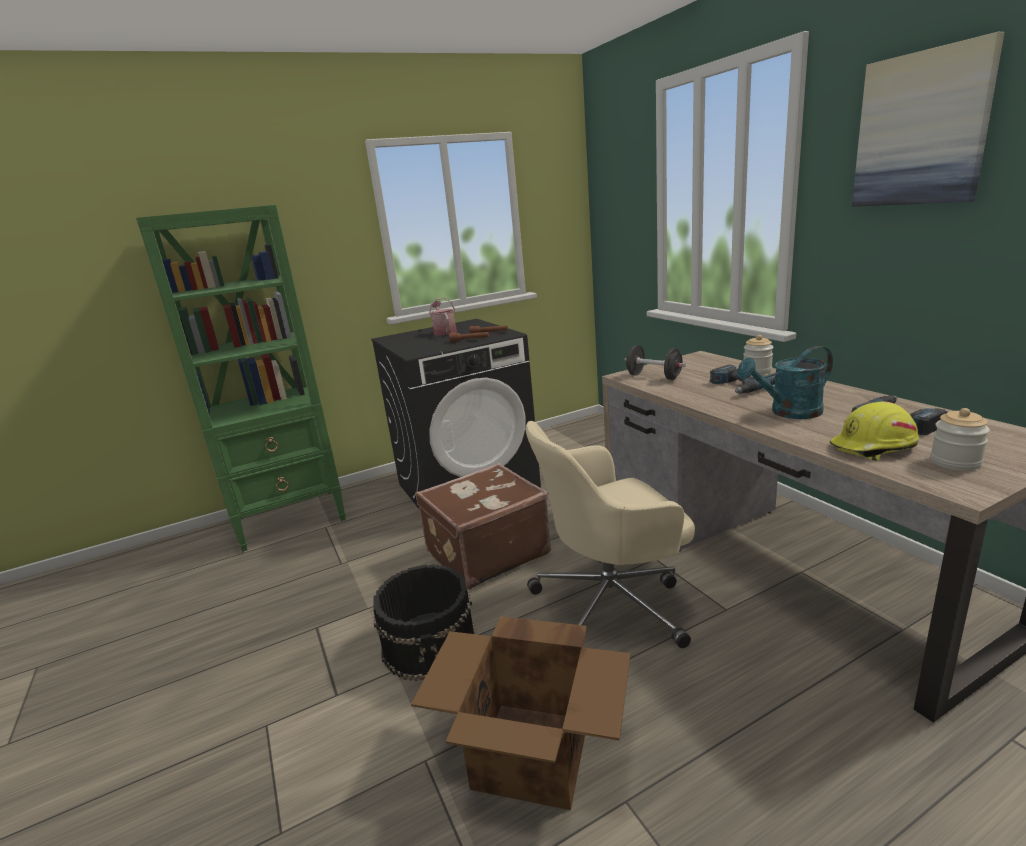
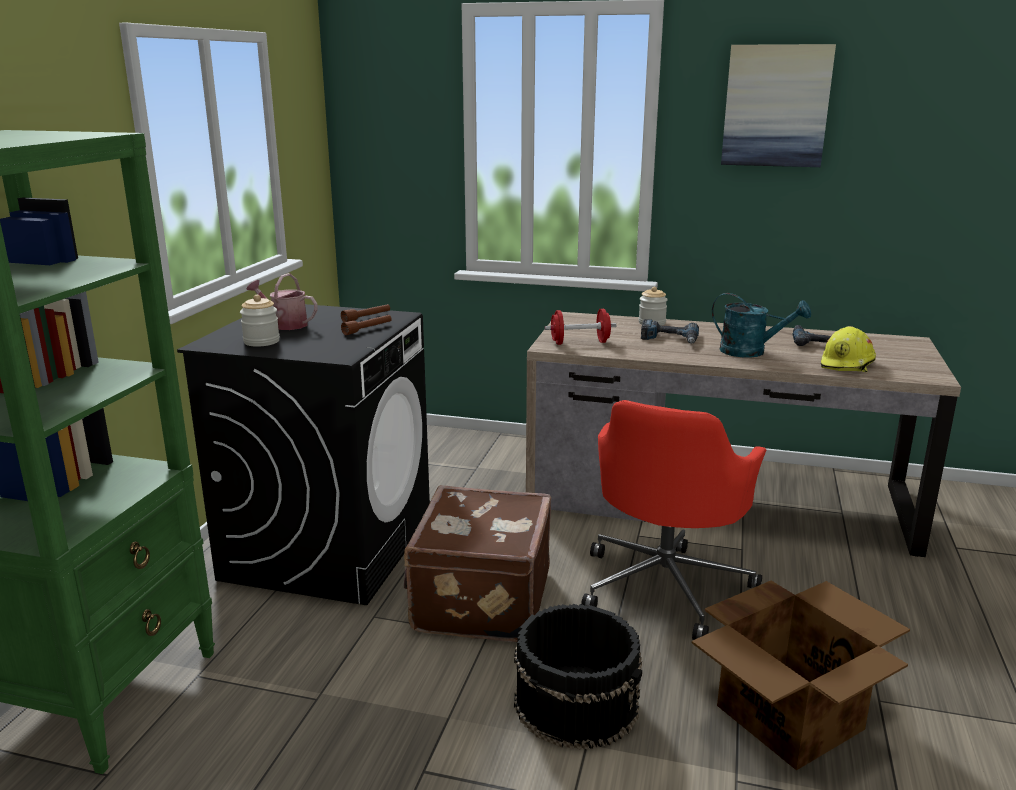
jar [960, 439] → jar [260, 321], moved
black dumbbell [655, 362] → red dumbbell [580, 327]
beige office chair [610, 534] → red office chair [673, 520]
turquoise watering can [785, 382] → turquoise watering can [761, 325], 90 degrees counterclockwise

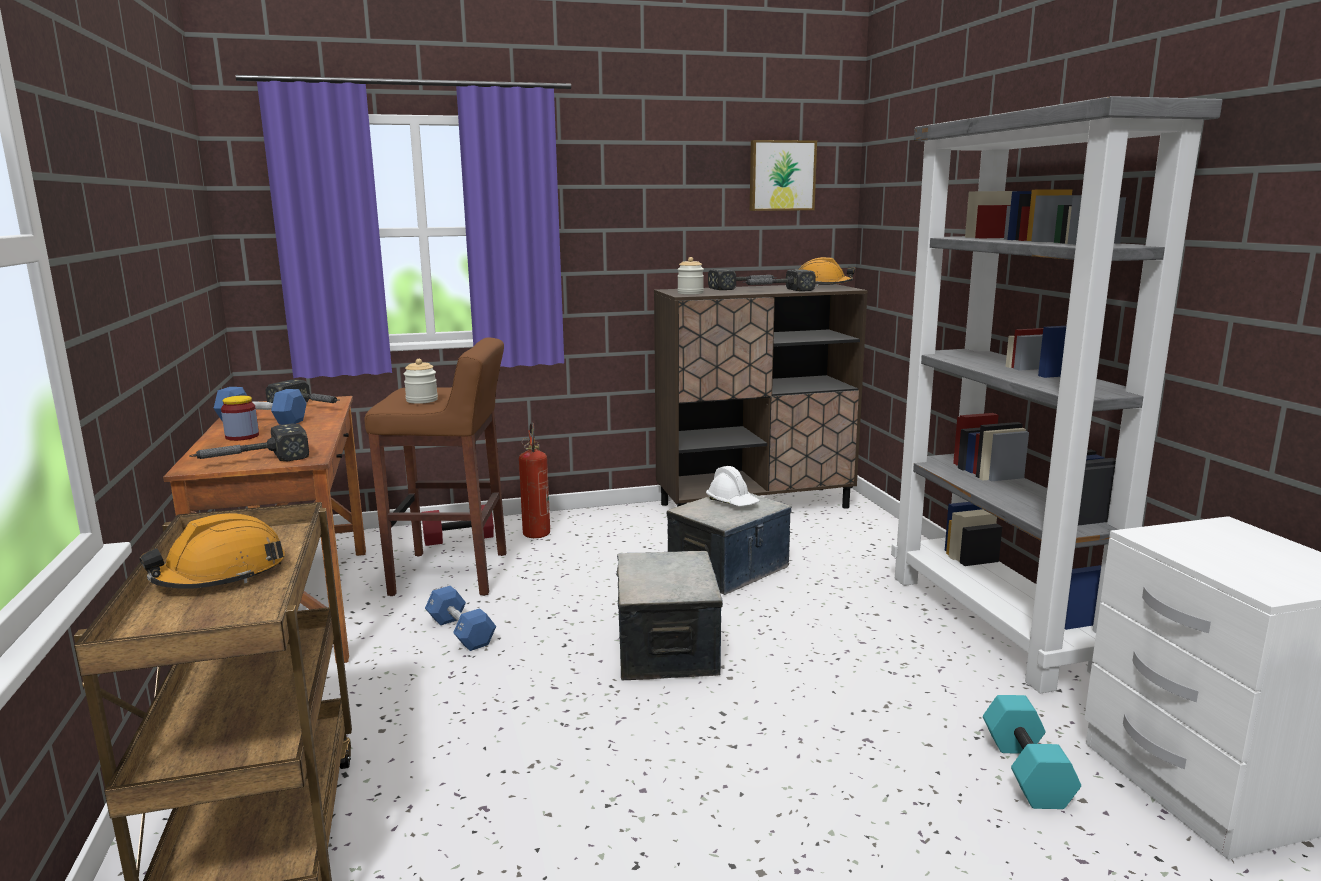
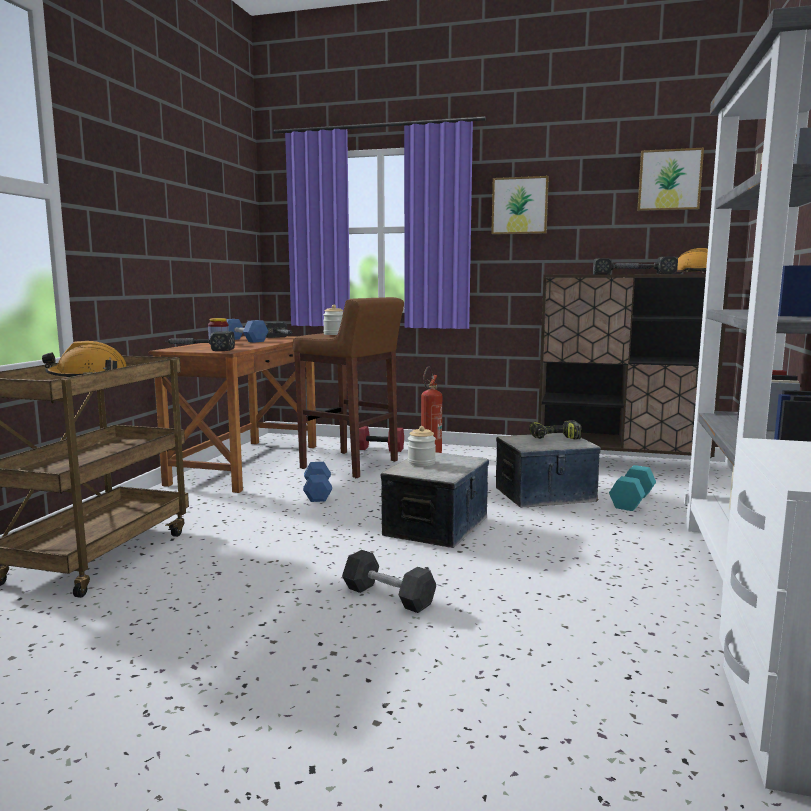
- → black dumbbell [389, 581]
jar [690, 276] → jar [422, 446], moved
- → picture [520, 205]
white hard hat [733, 486] → power drill [555, 429]
turquoise dumbbell [1032, 752] → turquoise dumbbell [632, 488], moved

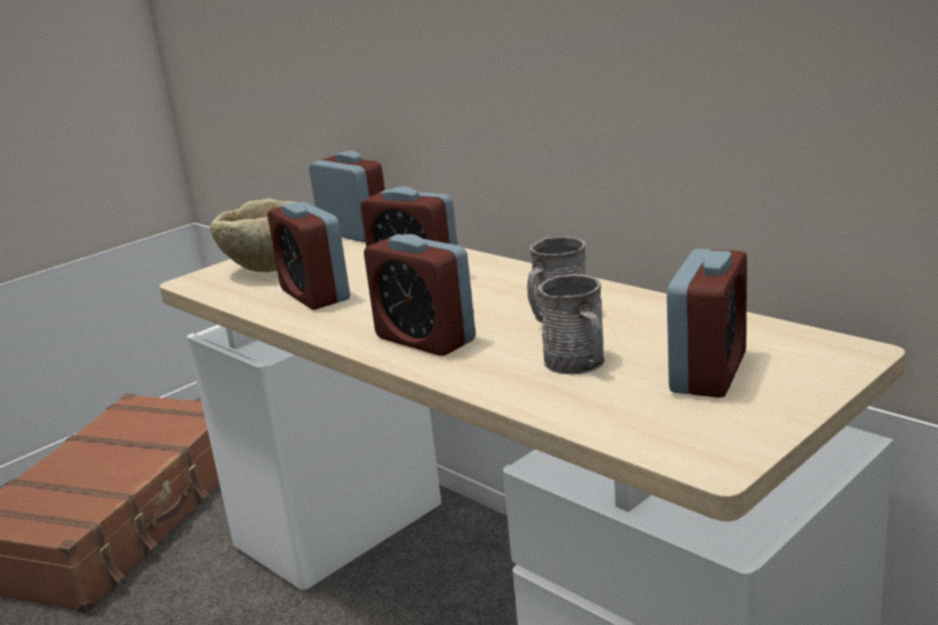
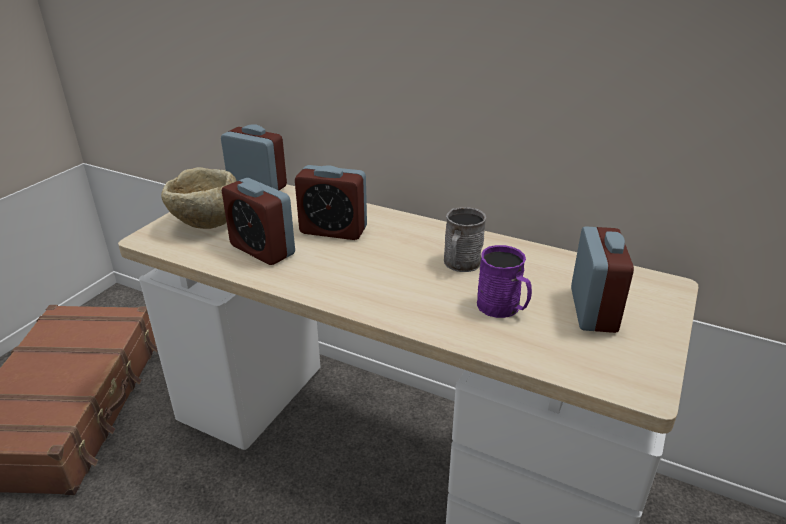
grey mug [571, 324] → purple mug [504, 281]
alarm clock [420, 295] → -

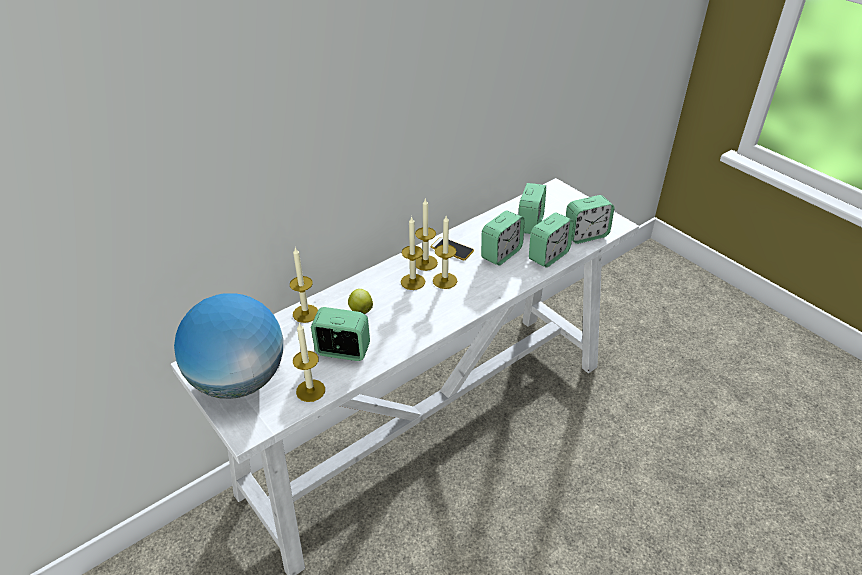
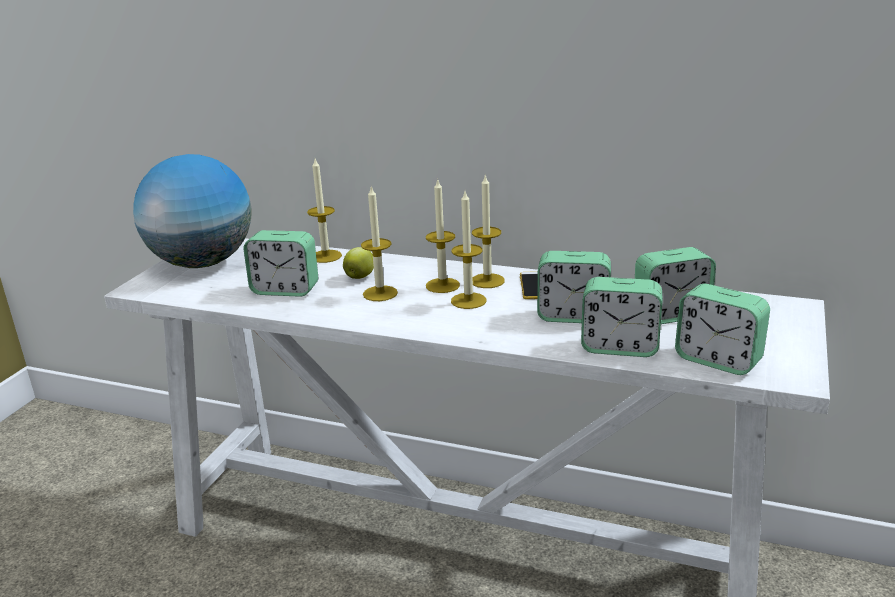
alarm clock [340, 334] → alarm clock [280, 263], 120 degrees clockwise
candle [309, 362] → candle [379, 243], moved

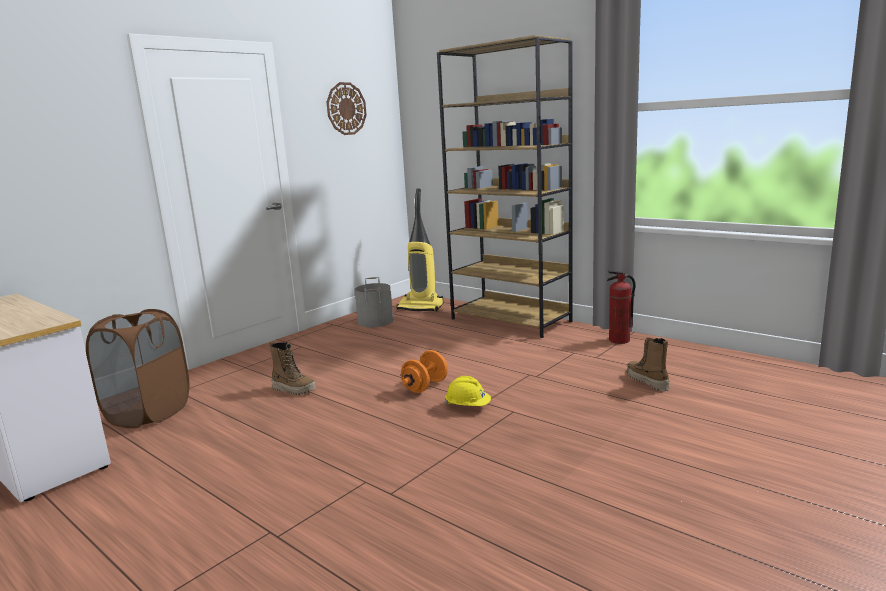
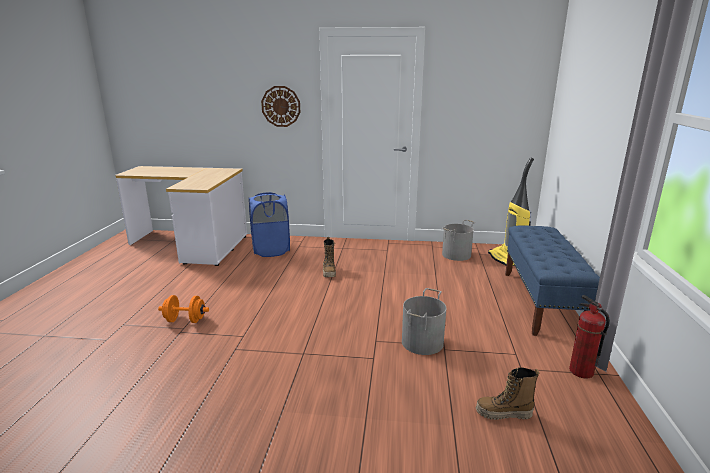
orange dumbbell [424, 371] → orange dumbbell [183, 309], moved
brown laundry basket [137, 368] → blue laundry basket [269, 224]
wall clock [347, 108] → wall clock [280, 106], moved
- → grey bucket [424, 321]
boot [648, 364] → boot [507, 393], 120 degrees counterclockwise
brown bookcase [504, 186] → blue bench [552, 280]
yellow hard hat [468, 391] → -

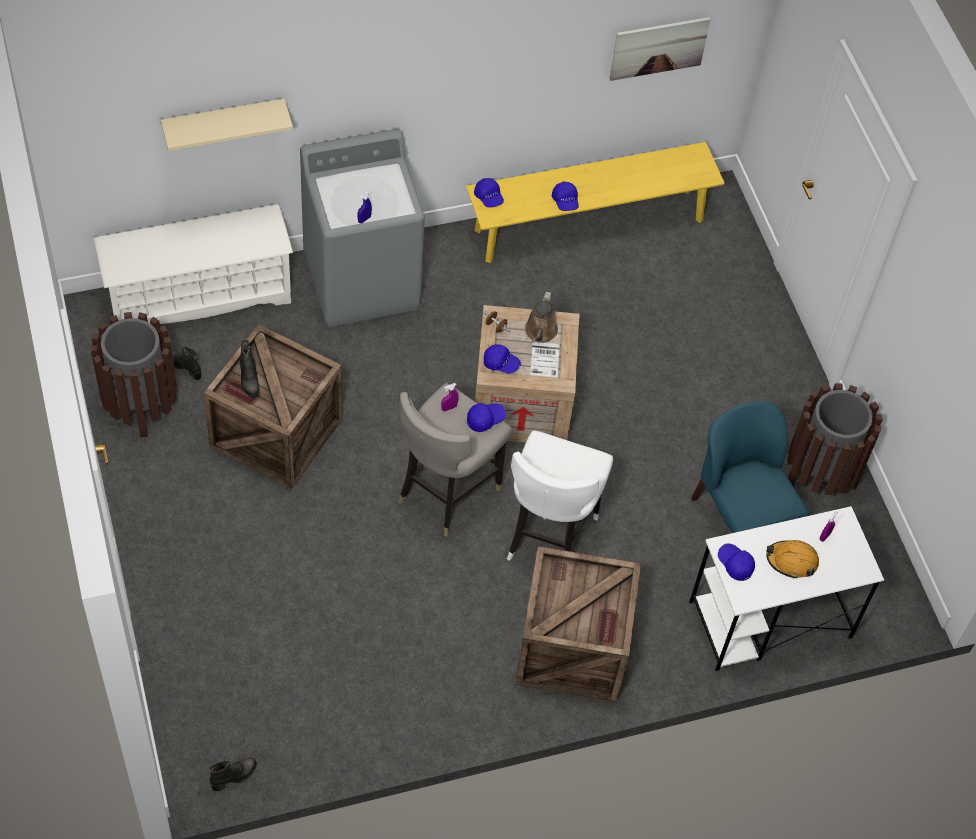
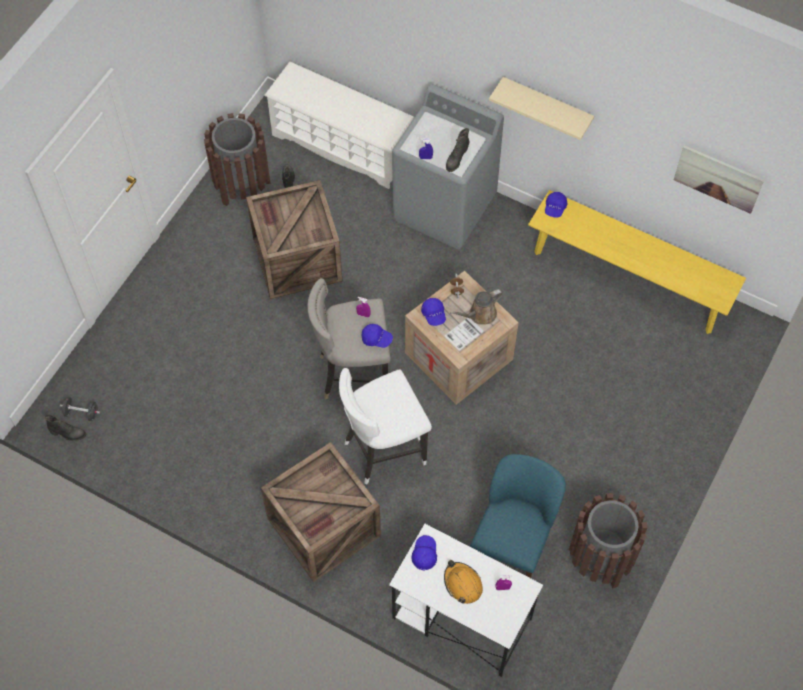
- → black dumbbell [80, 409]
black boot [250, 368] → black boot [457, 150], moved
beige shelf [227, 125] → beige shelf [541, 108], moved
blue cap [565, 196] → -

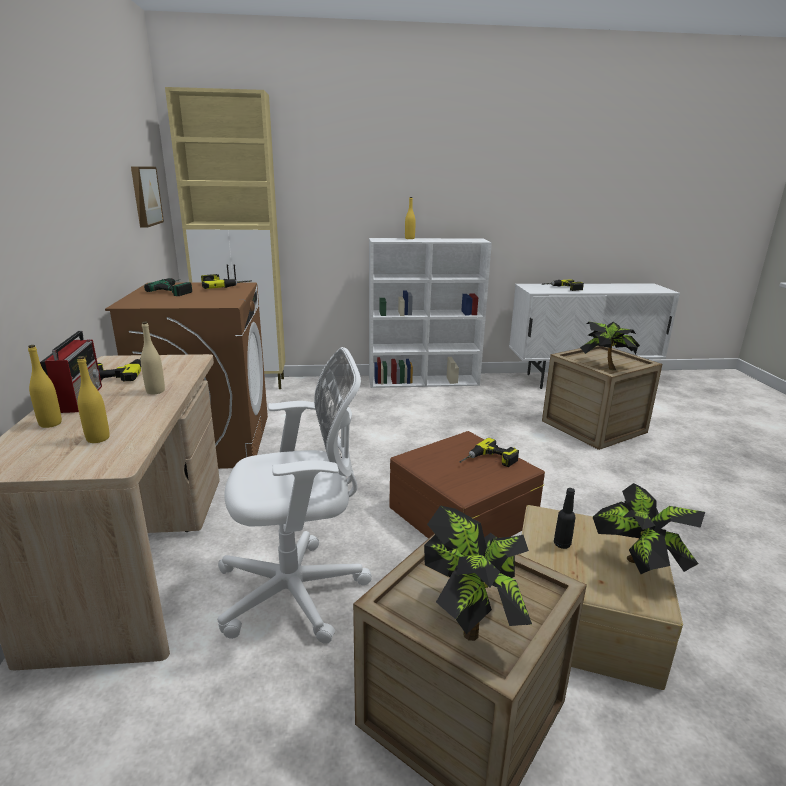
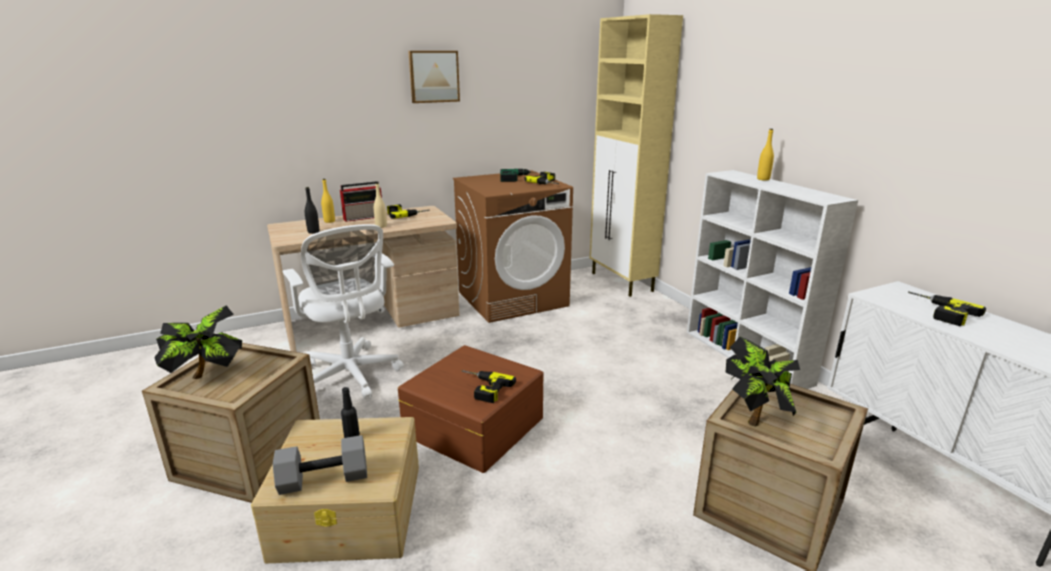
potted plant [649, 528] → grey dumbbell [320, 465]
yellow bottle [93, 399] → black bottle [312, 210]
picture [147, 197] → picture [434, 77], moved

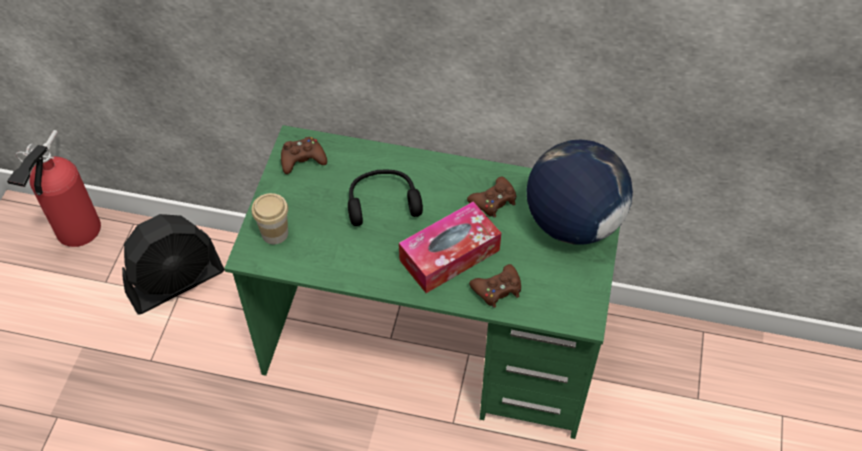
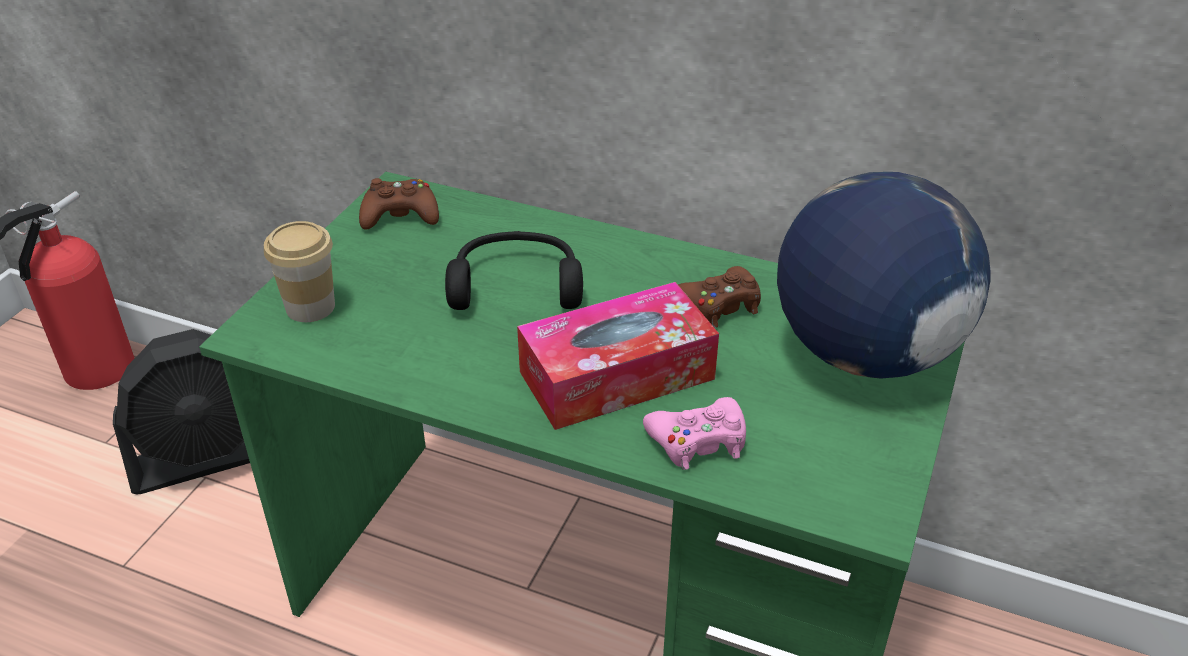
brown game controller [495, 286] → pink game controller [694, 433]

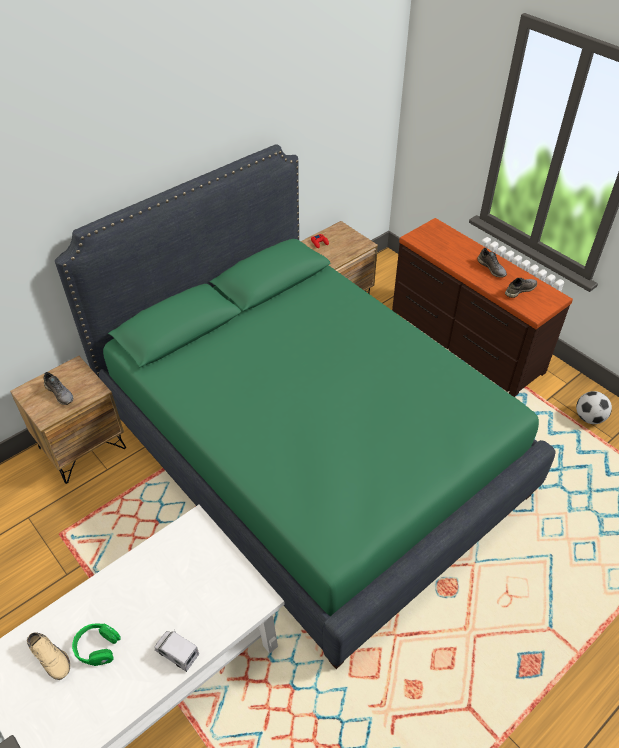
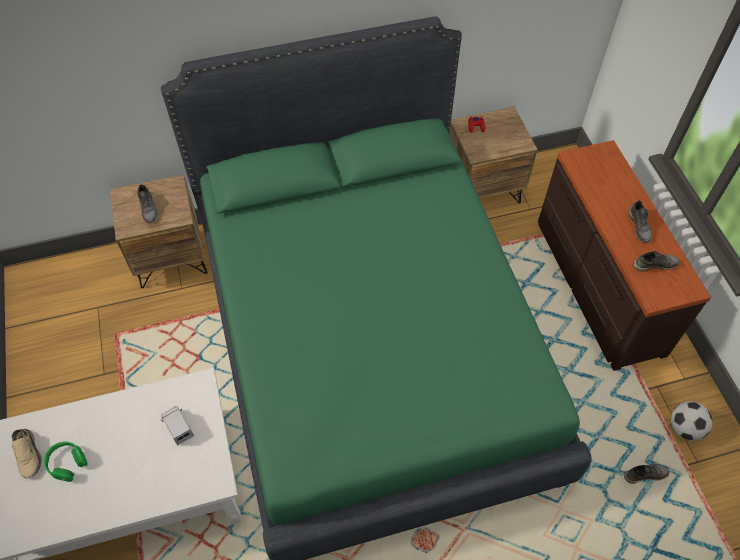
toy truck [176, 651] → toy truck [177, 426], moved
- → grey shoe [647, 474]

